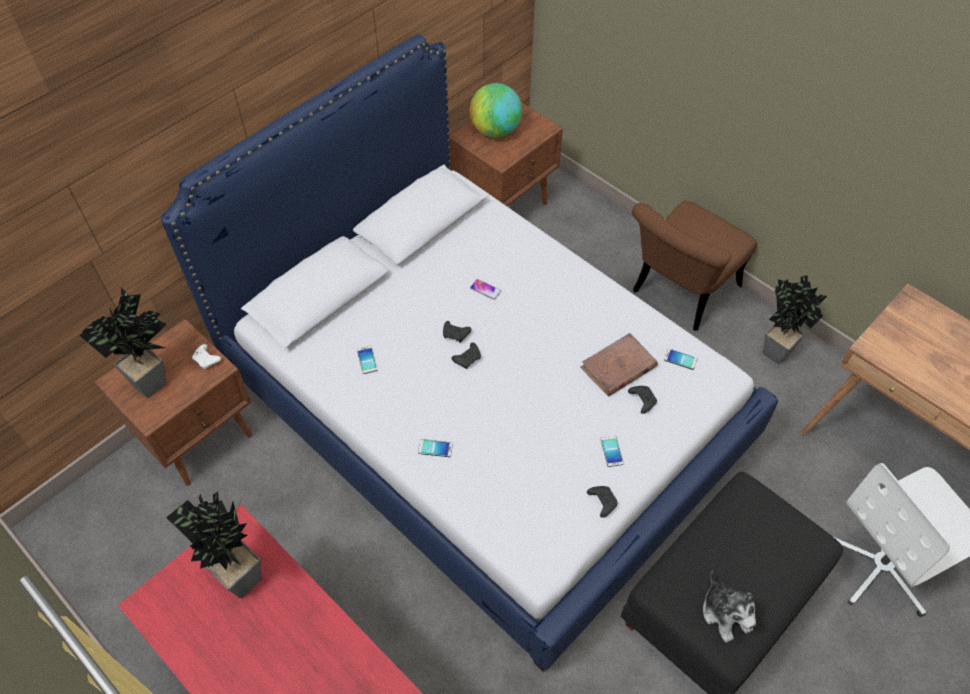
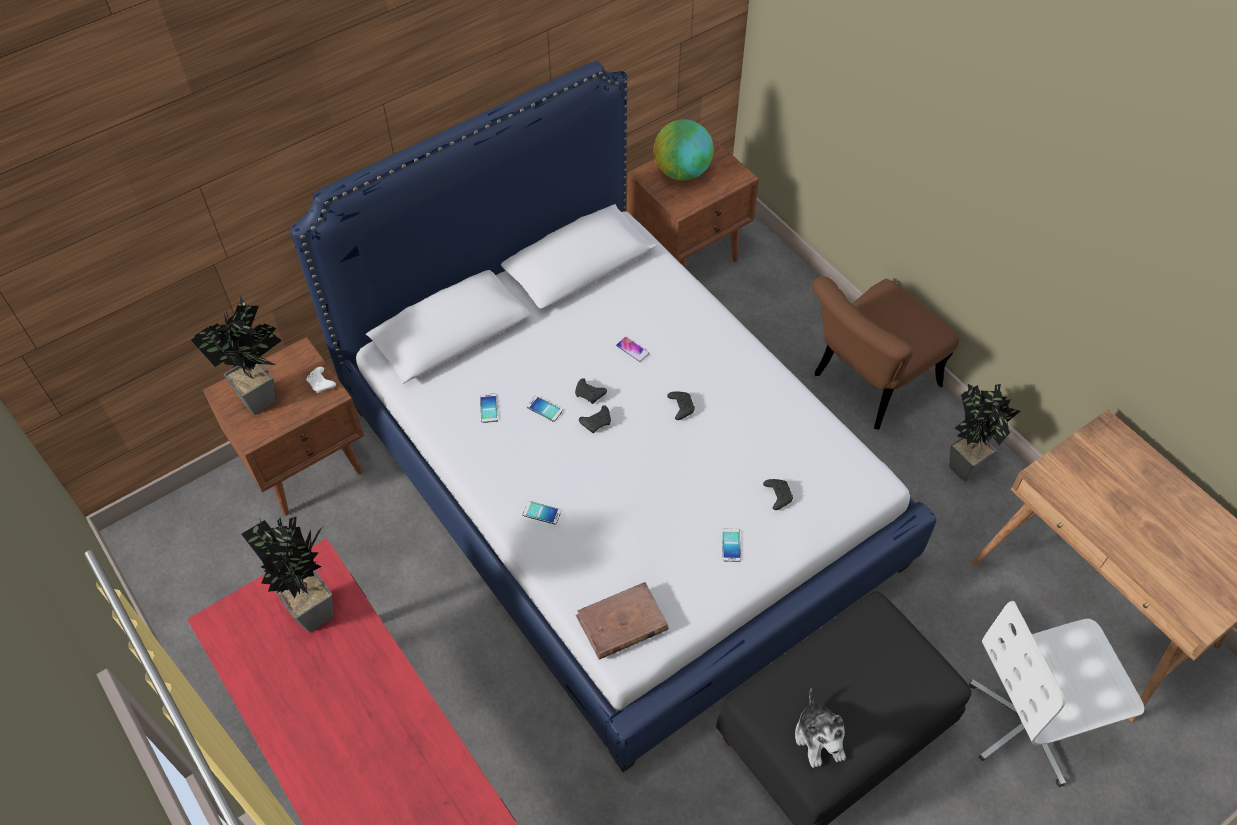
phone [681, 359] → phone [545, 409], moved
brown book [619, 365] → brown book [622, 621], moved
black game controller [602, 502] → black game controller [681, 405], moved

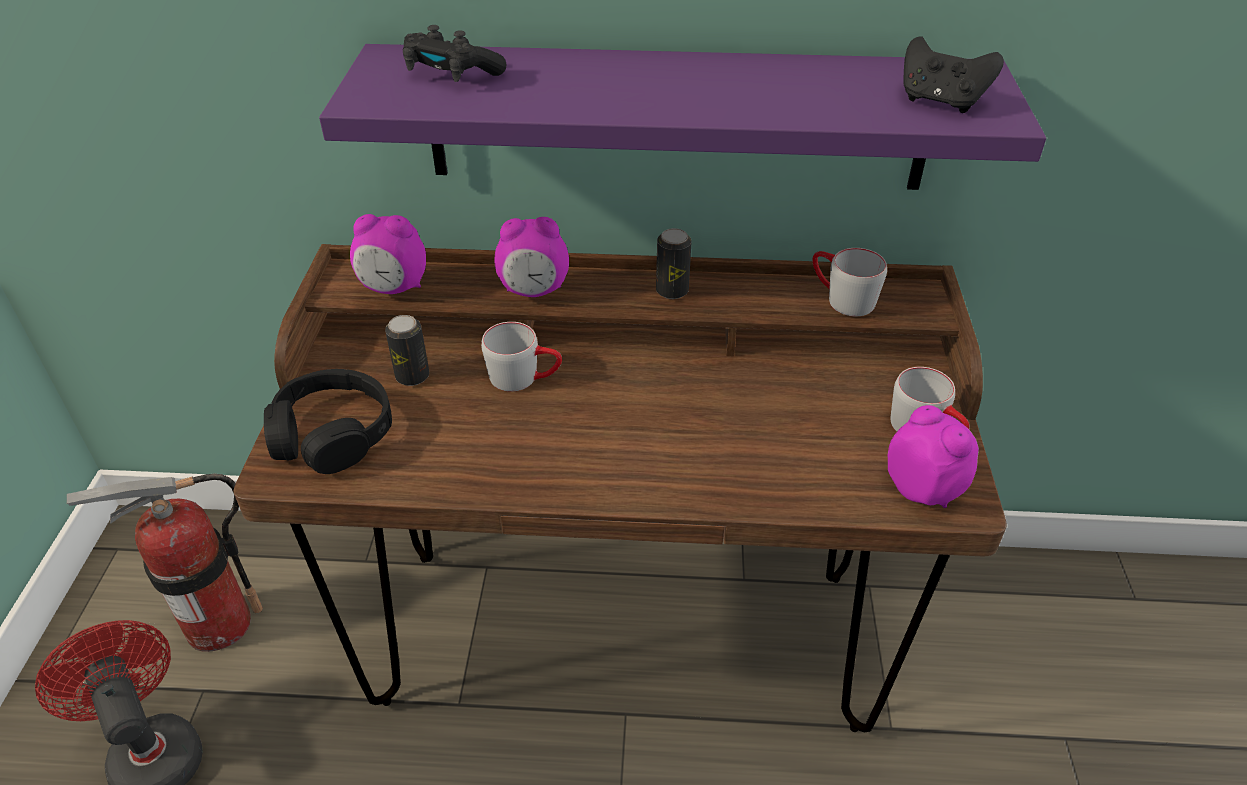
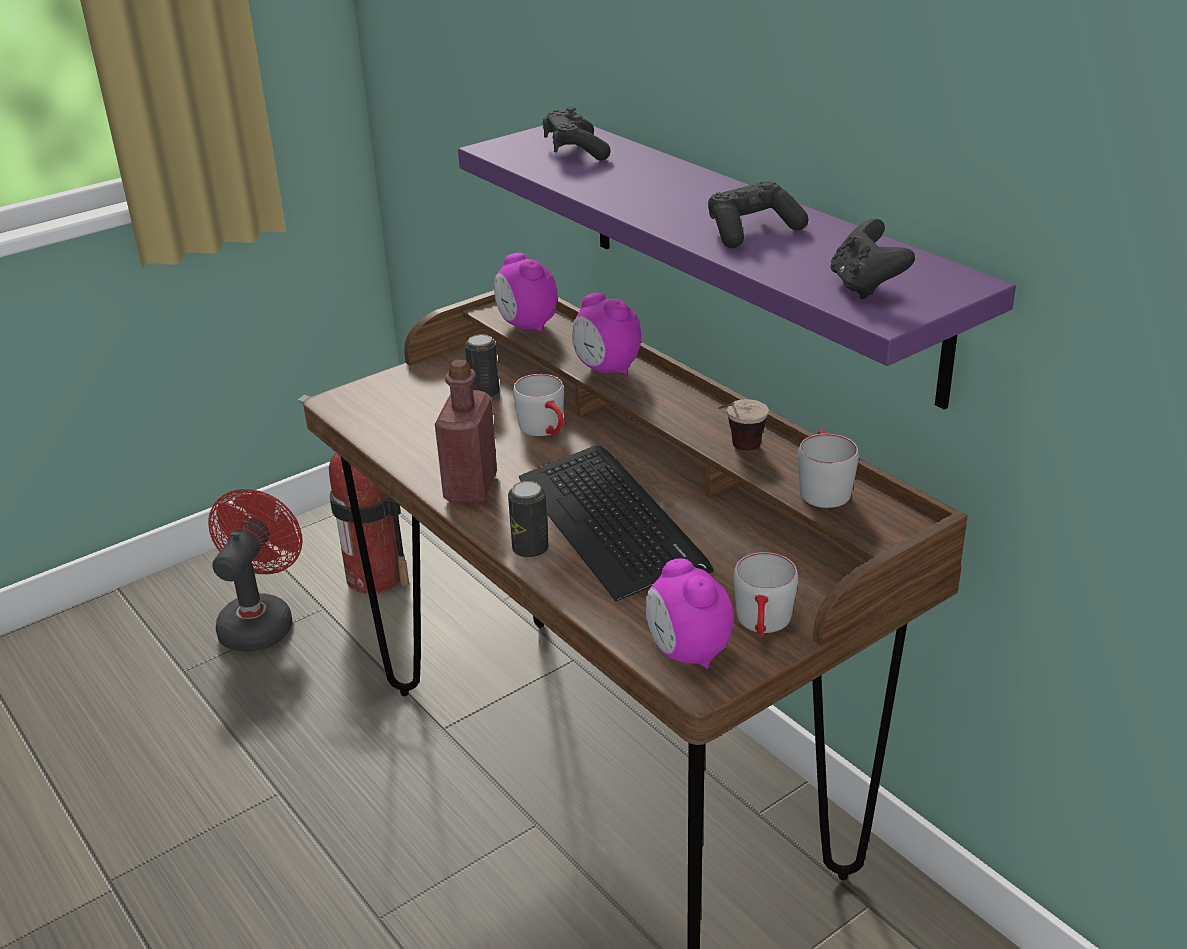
- → red bottle [466, 432]
can [674, 263] → can [528, 519], moved
- → keyboard [616, 523]
alarm clock [933, 456] → alarm clock [689, 613], 135 degrees clockwise
- → black game controller [758, 214]
- → cup [743, 425]
black headphones [328, 421] → -

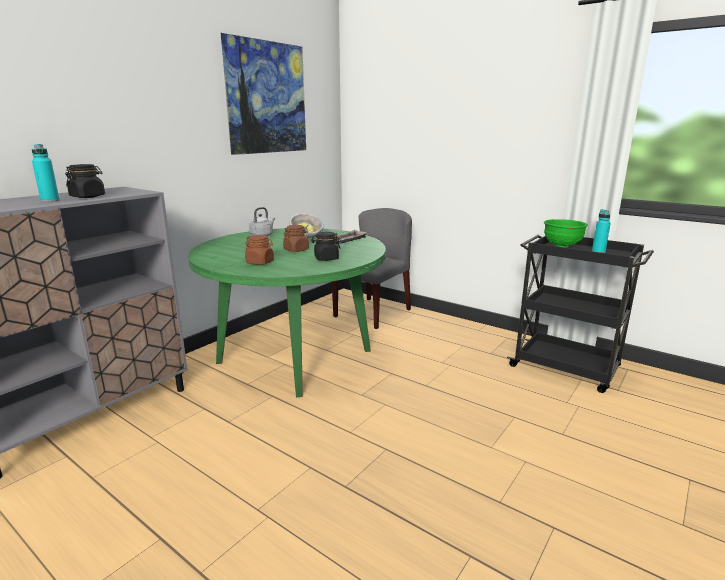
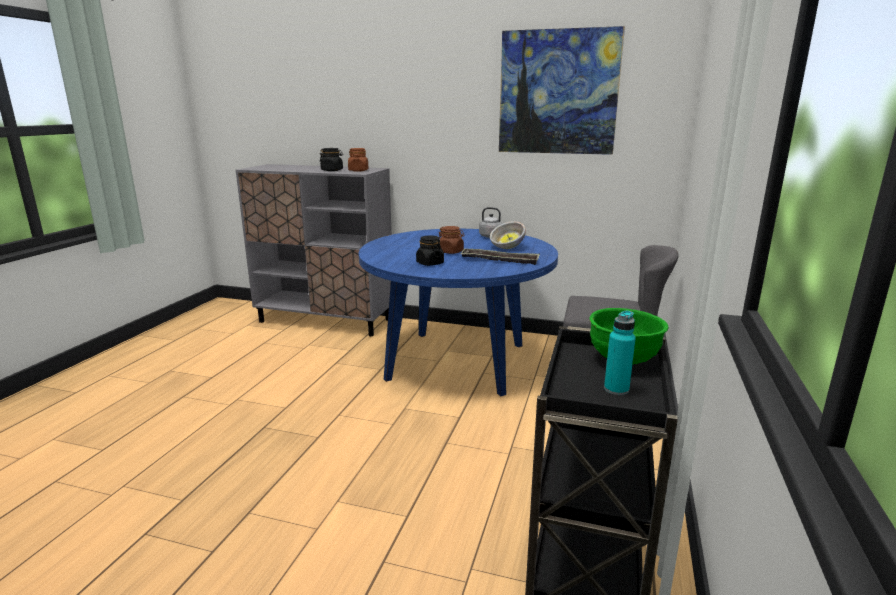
brown jar [259, 250] → brown jar [358, 160], moved
green dining table [287, 312] → blue dining table [458, 312]
turquoise bottle [46, 173] → -

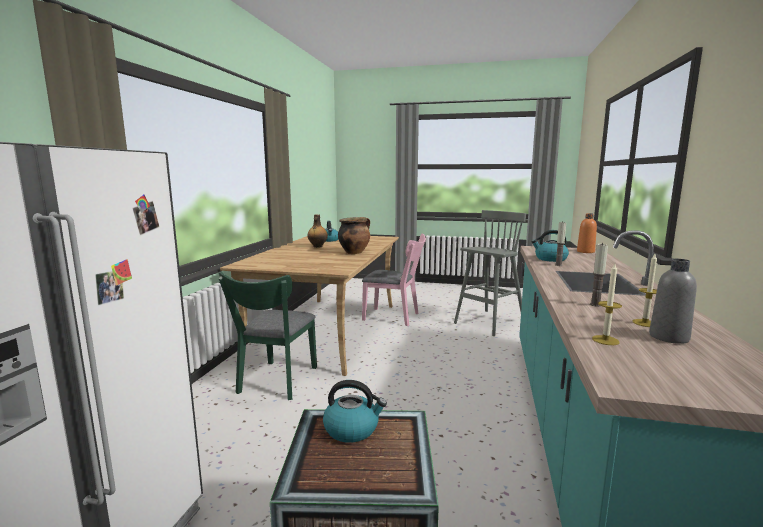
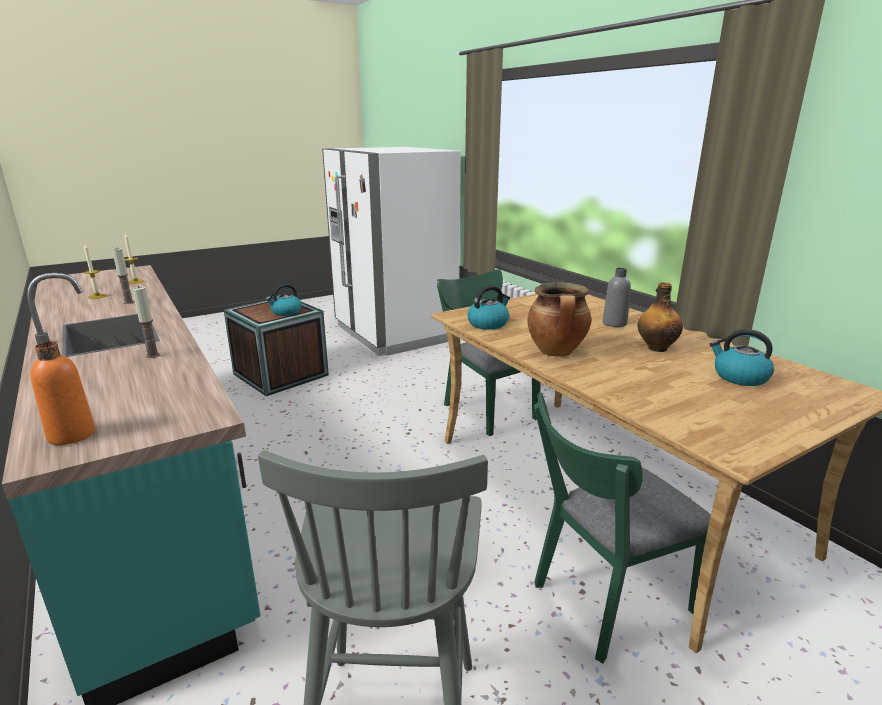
kettle [550, 246] → kettle [488, 307], moved
pink chair [394, 280] → green chair [622, 528]
grey bottle [673, 301] → grey bottle [616, 297], moved

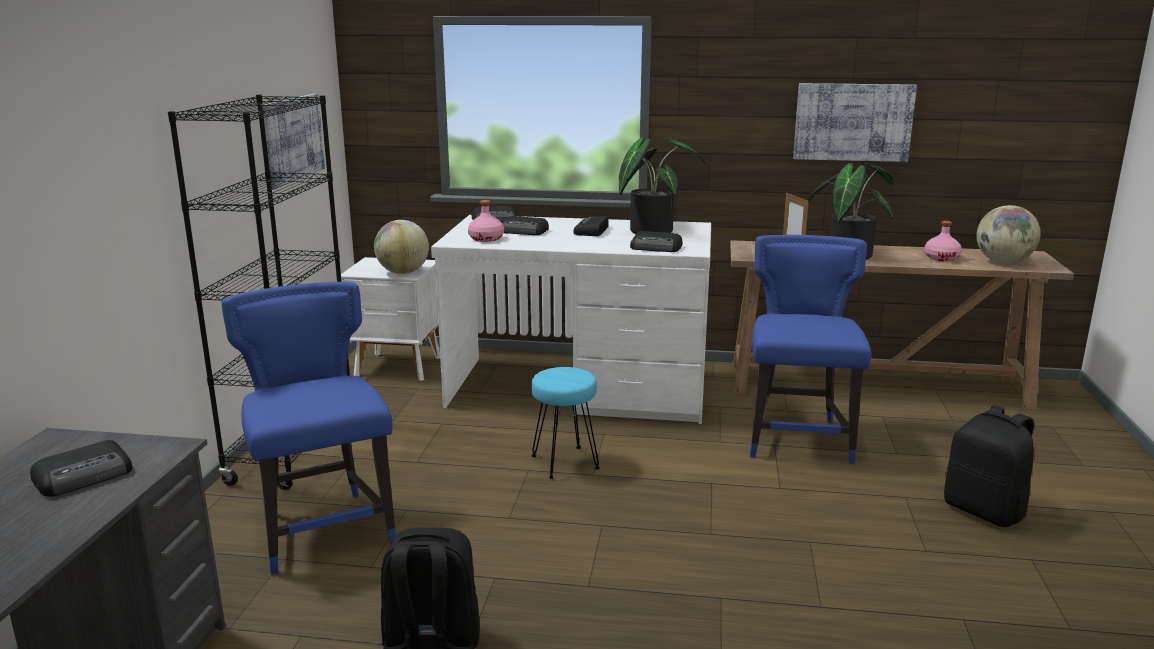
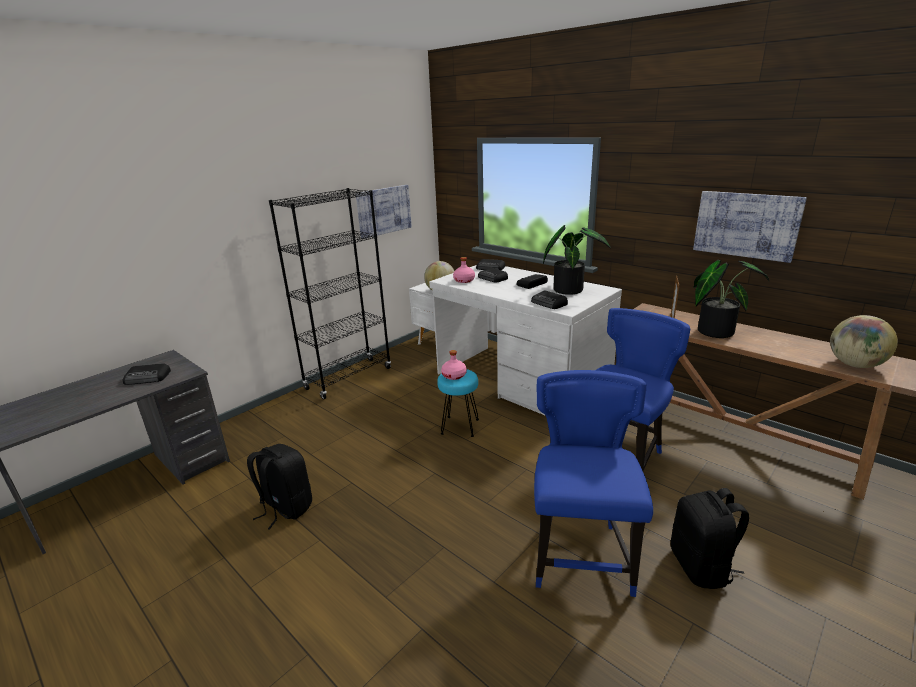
pink bottle [943, 241] → pink bottle [454, 365], moved
blue chair [308, 428] → blue chair [593, 483], moved

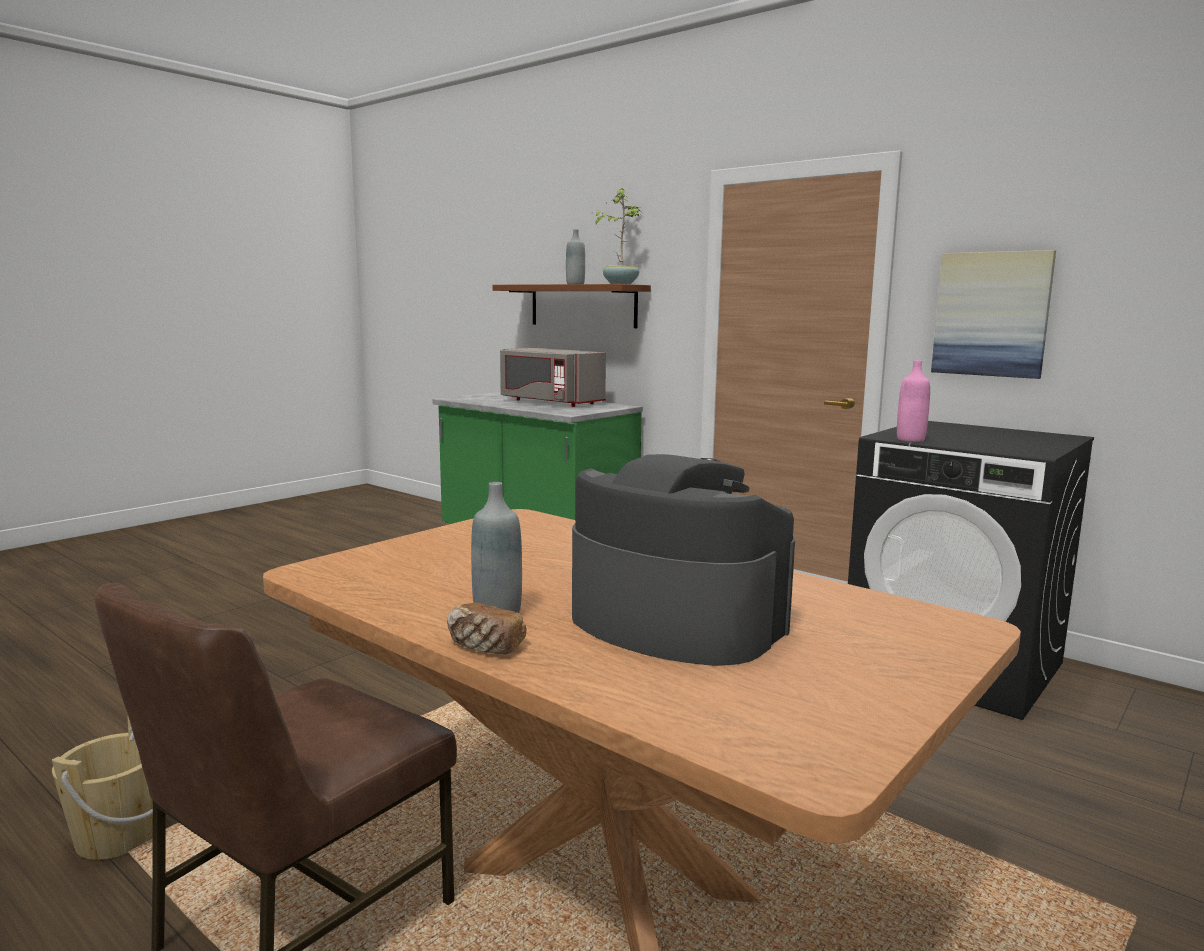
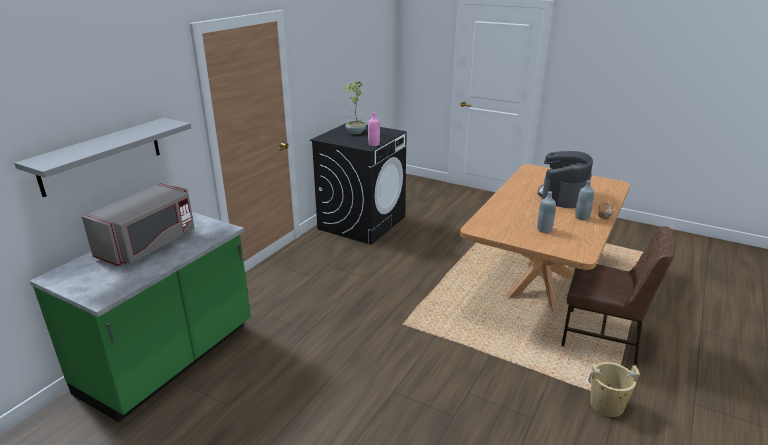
brown shelf [572, 306] → grey shelf [102, 157]
potted plant [618, 236] → potted plant [355, 107], moved
grey bottle [575, 256] → grey bottle [546, 212], moved
picture [993, 314] → -

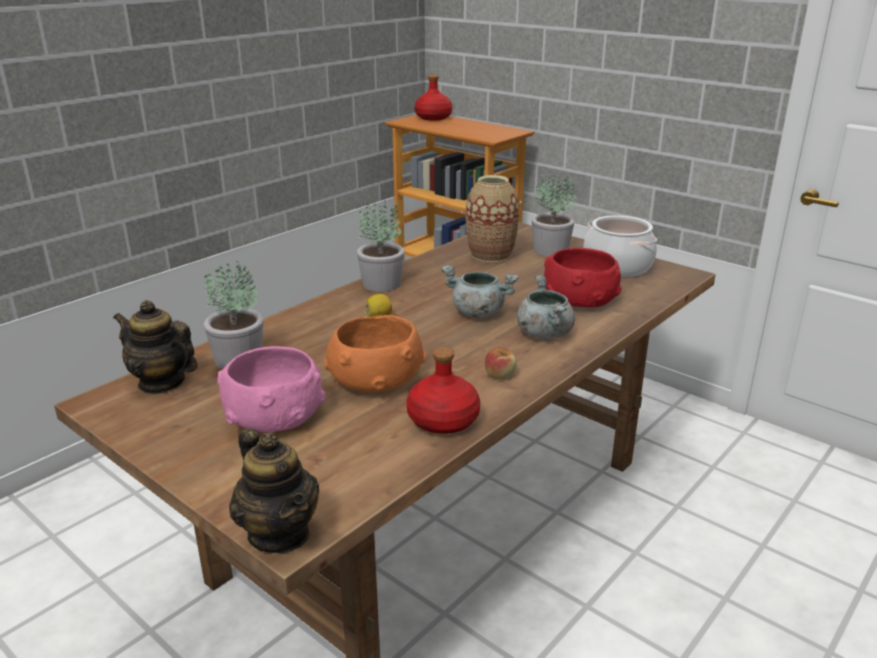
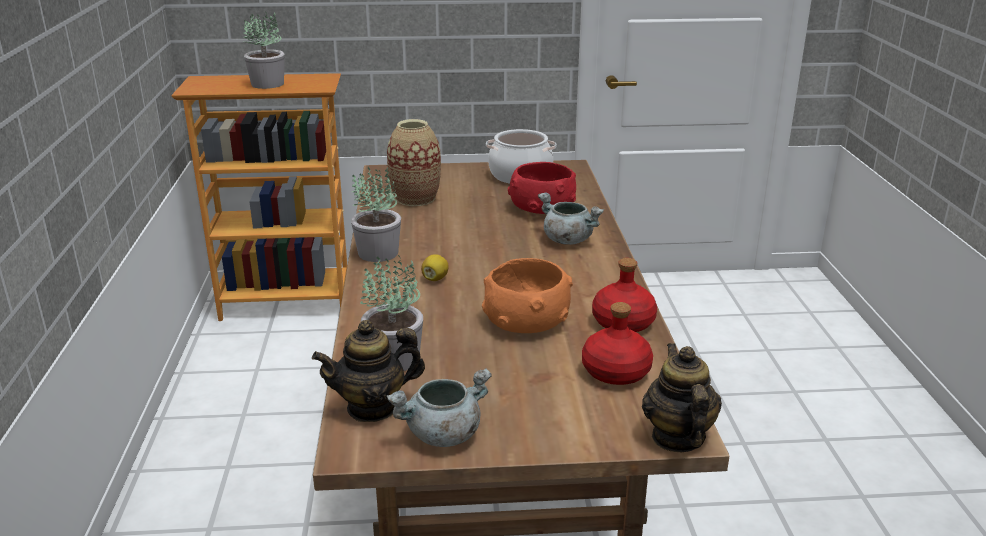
potted plant [554, 215] → potted plant [264, 50], moved
grey cooking pot [480, 291] → grey cooking pot [439, 407], moved
red bottle [433, 97] → red bottle [617, 343], moved
teapot [274, 490] → teapot [682, 397], 105 degrees counterclockwise
pink bowl [271, 389] → -
apple [501, 363] → -

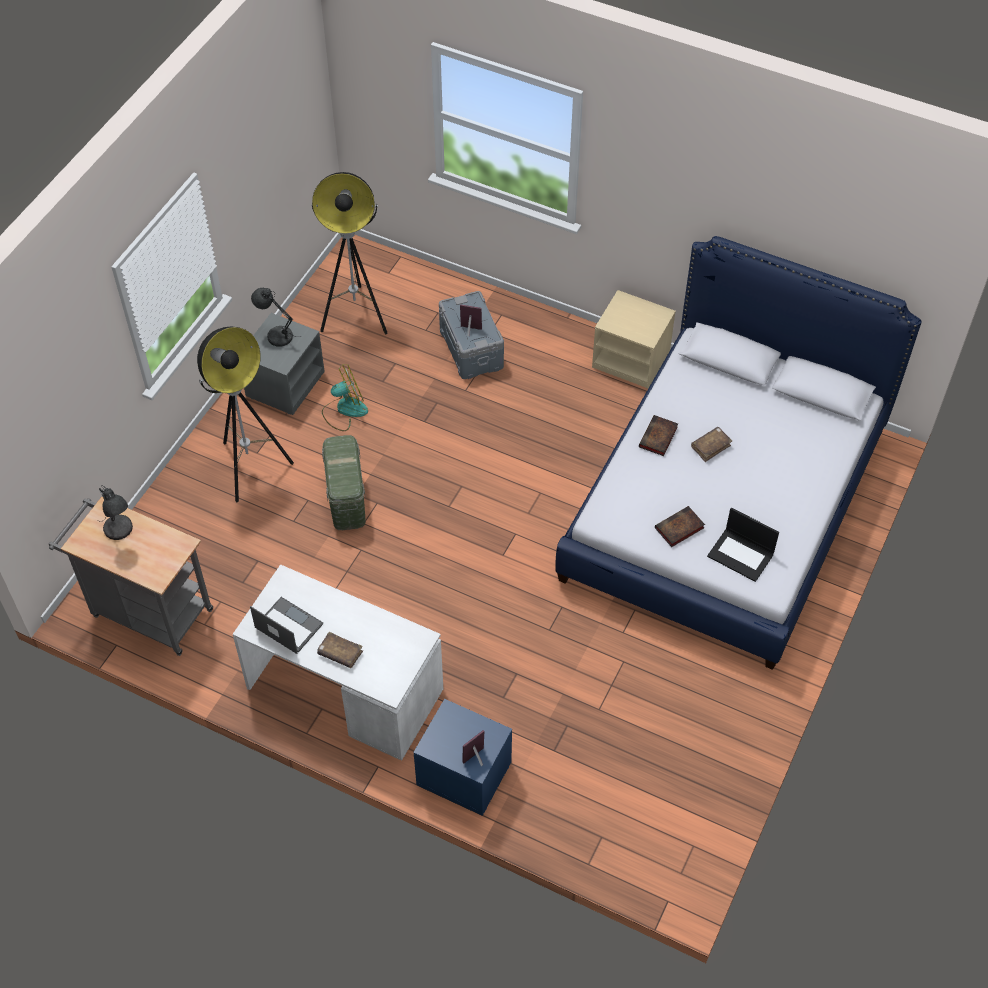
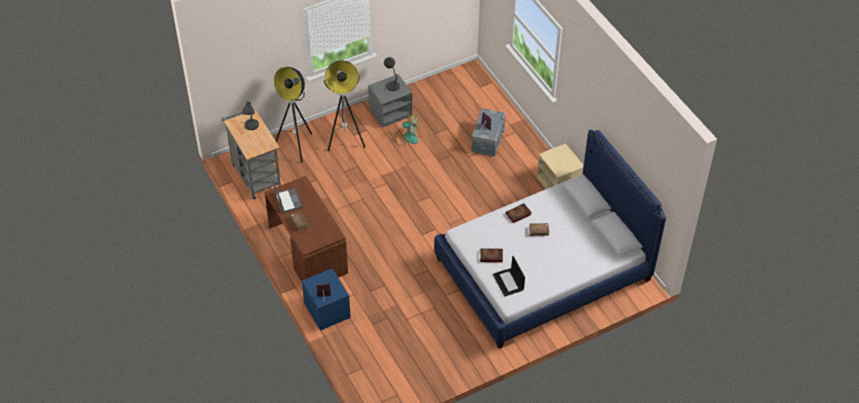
white desk [338, 662] → brown desk [306, 229]
floor lamp [350, 253] → floor lamp [293, 115], moved
green storage box [344, 482] → -

